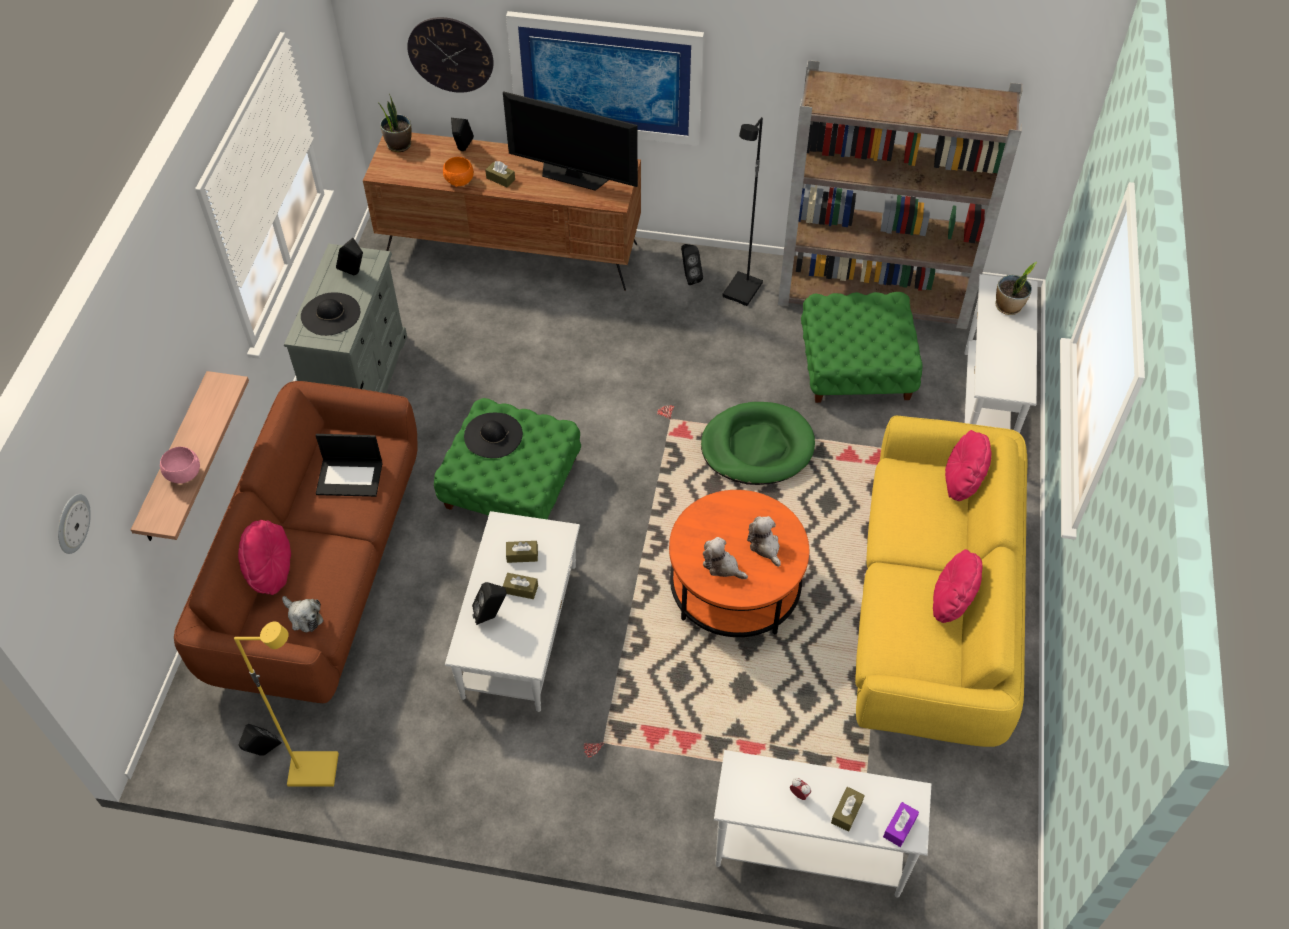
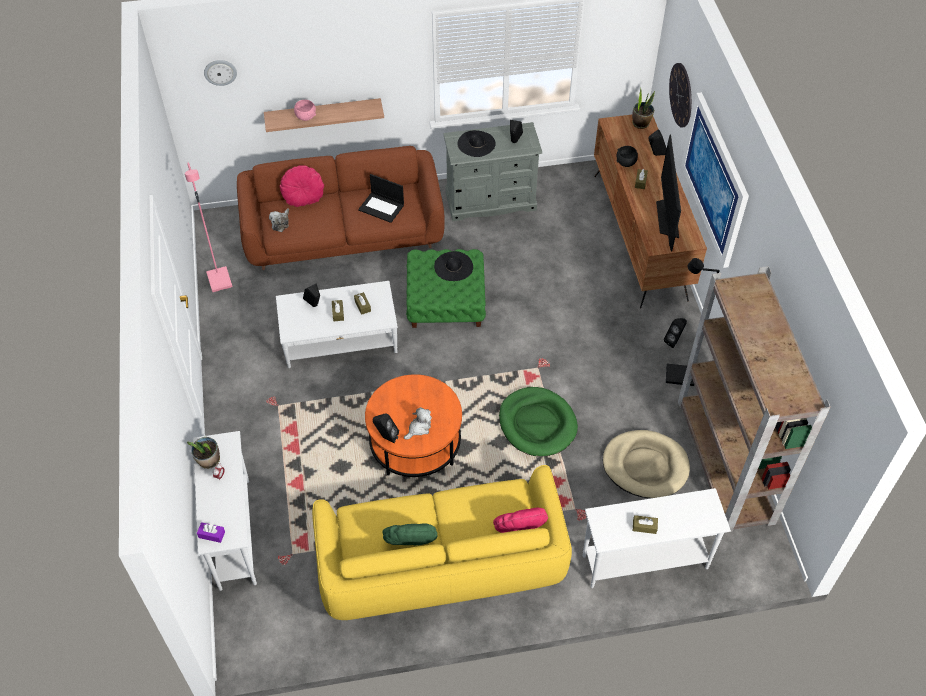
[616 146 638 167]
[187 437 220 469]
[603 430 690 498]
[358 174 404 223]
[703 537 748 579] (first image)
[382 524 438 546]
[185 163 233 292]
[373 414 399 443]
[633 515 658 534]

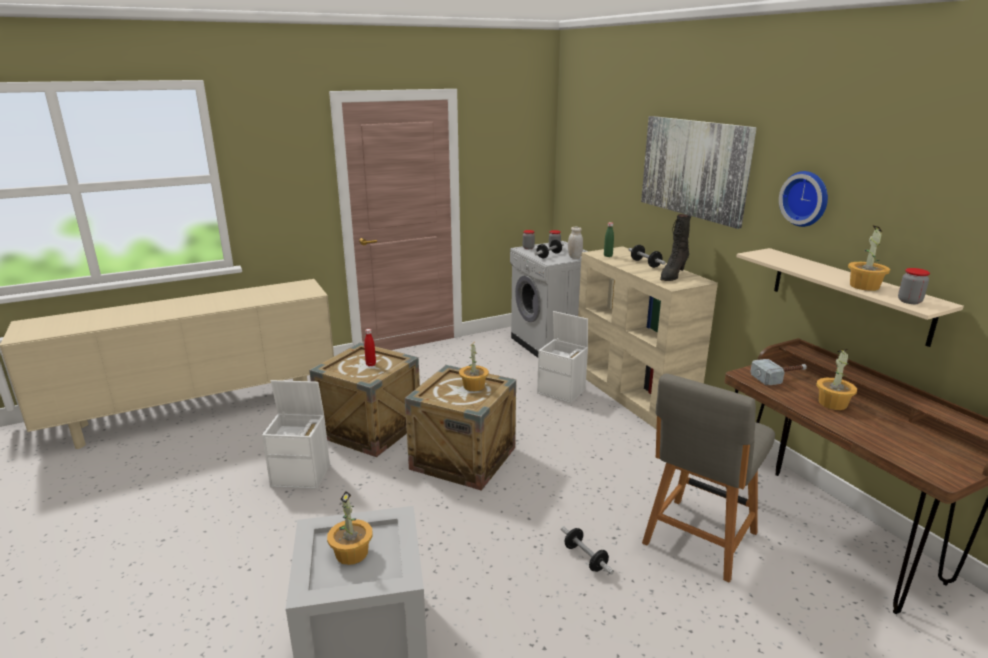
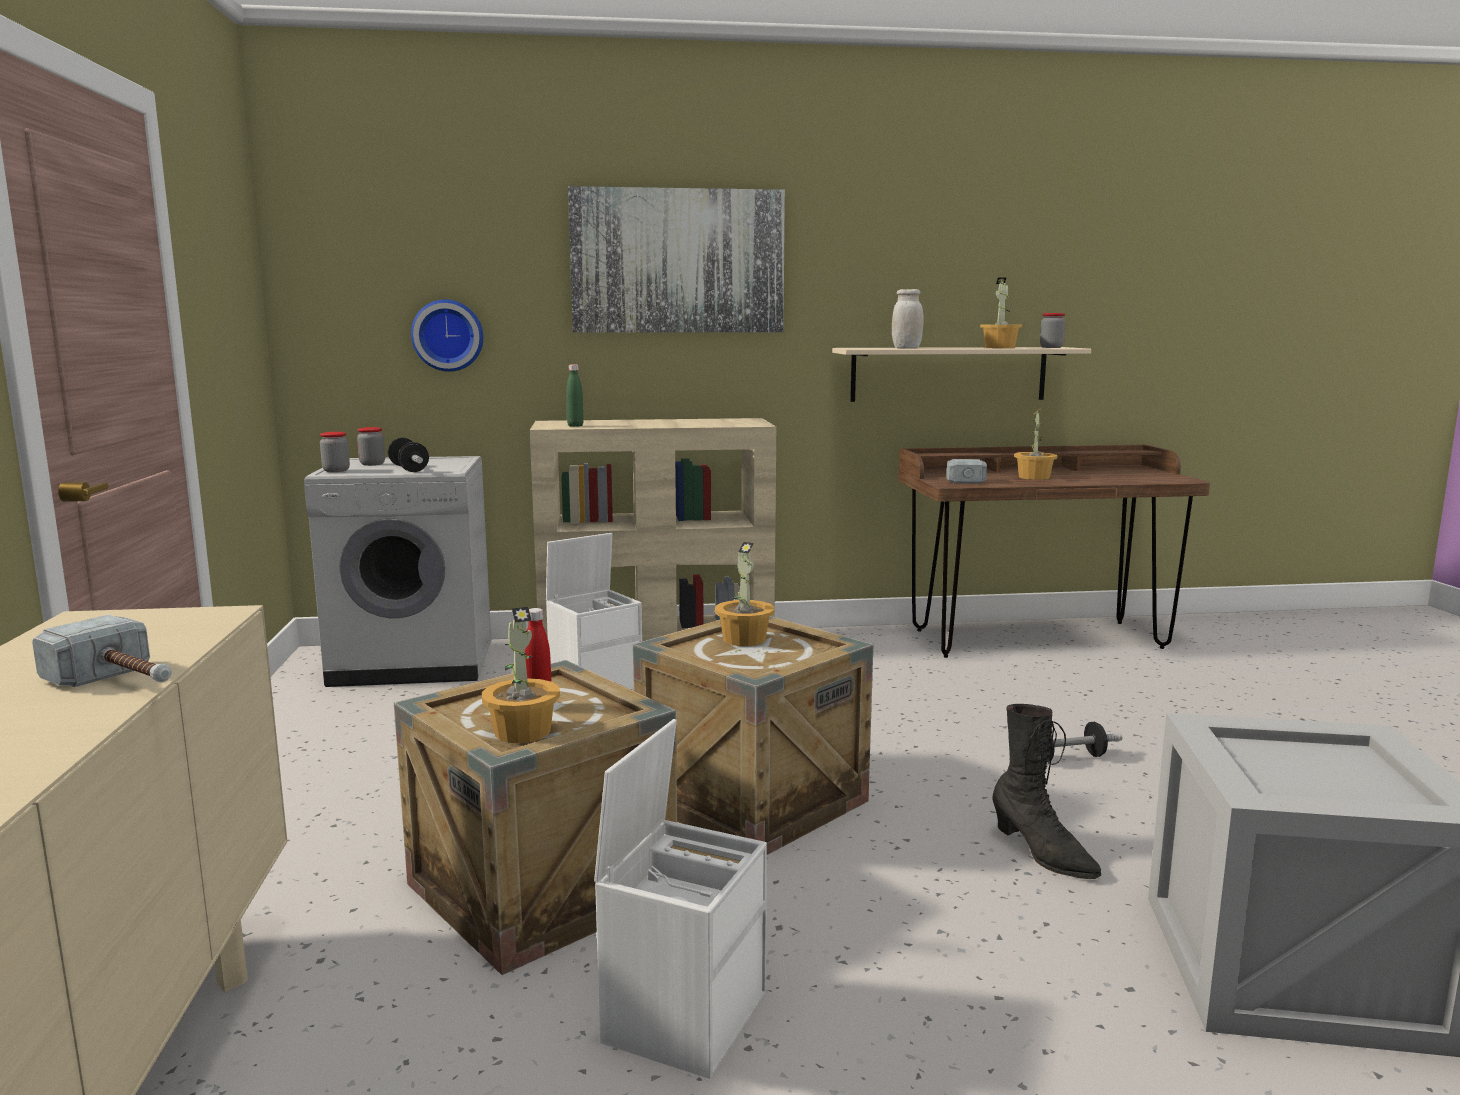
[411 300 483 372]
[992 704 1101 879]
[892 289 924 348]
[629 245 666 268] (first image)
[642 373 775 582] (first image)
[482 607 560 743]
[32 615 172 687]

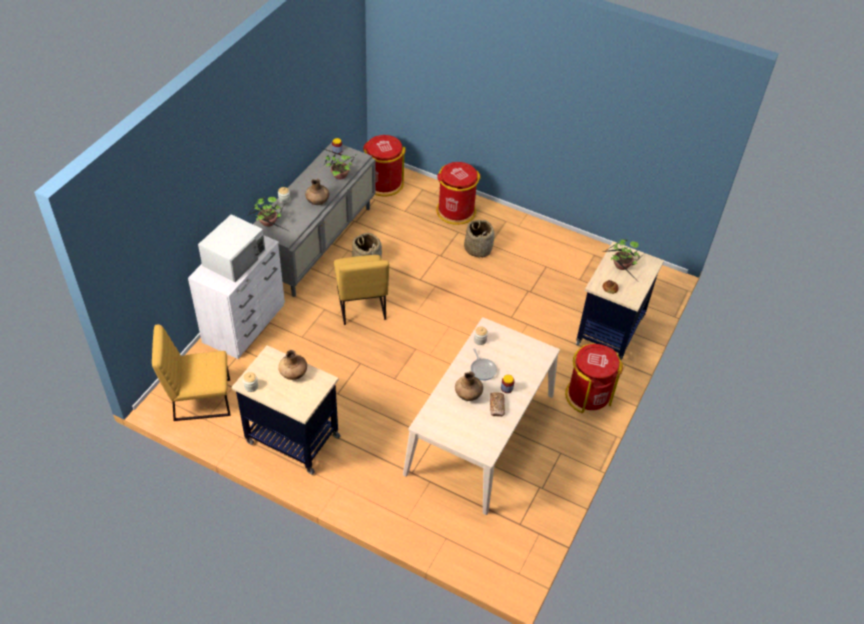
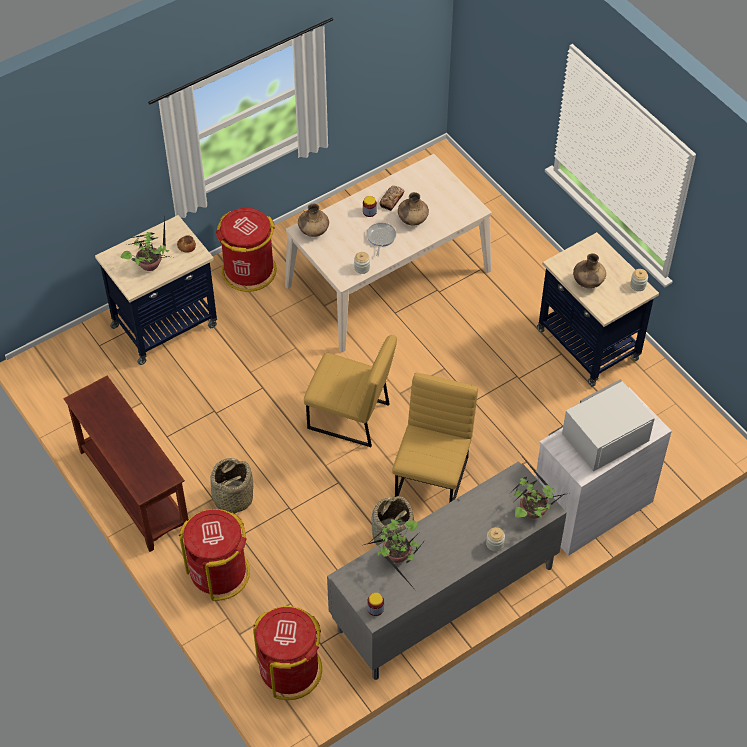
[298 204 329 237]
[304 335 397 447]
[63 376 189 552]

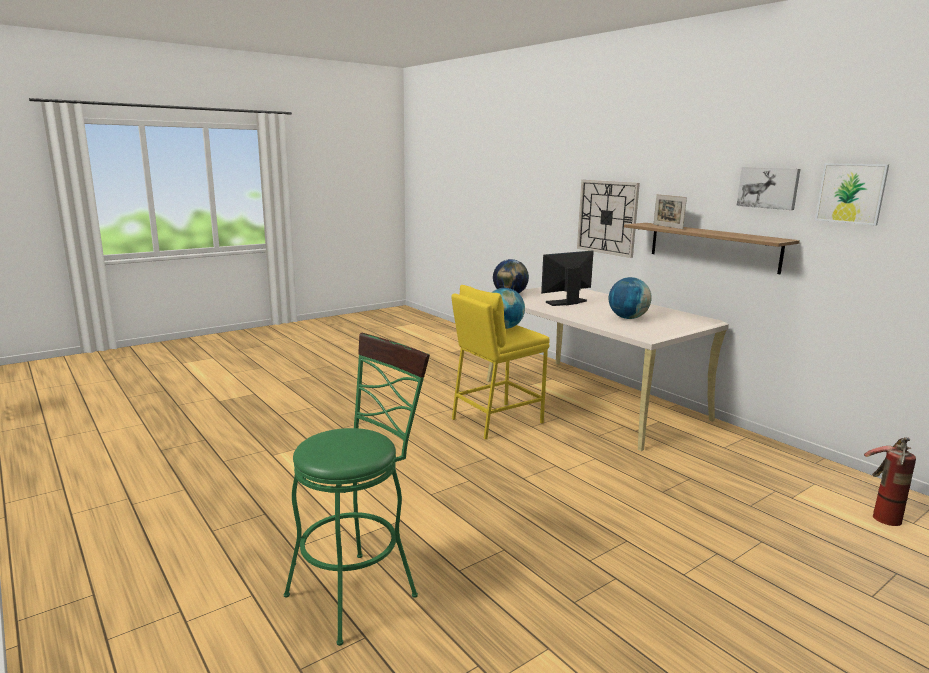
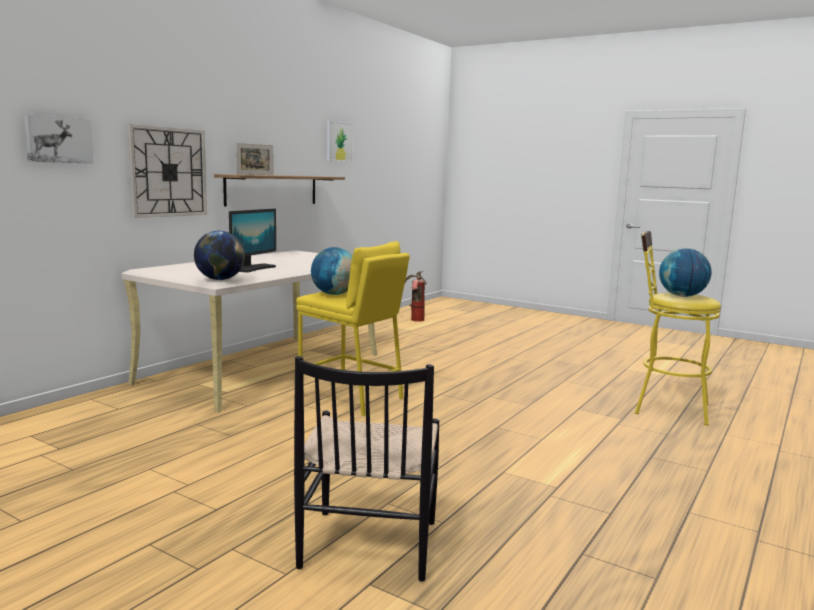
[24 114 94 164]
[229 209 276 273]
[659 248 712 297]
[635 231 721 426]
[294 356 439 582]

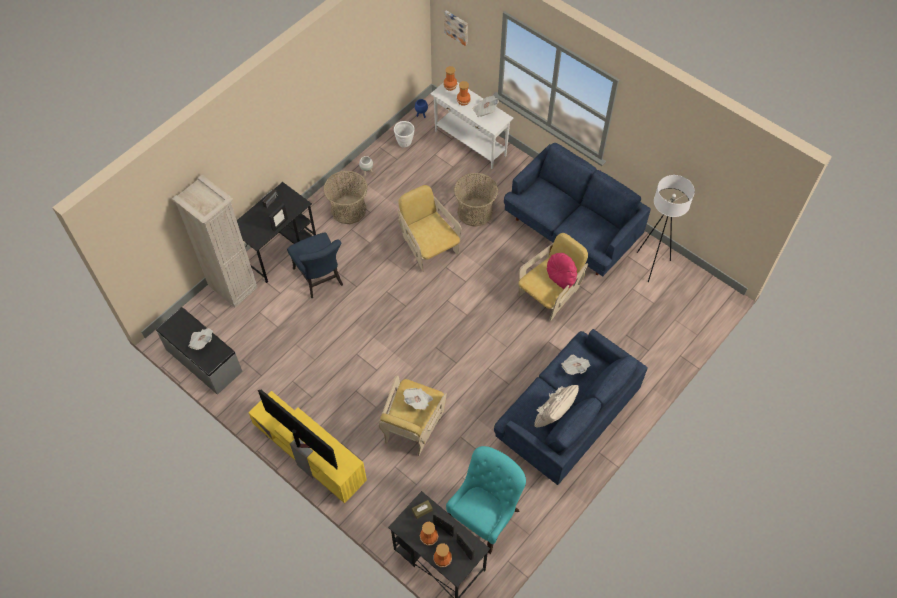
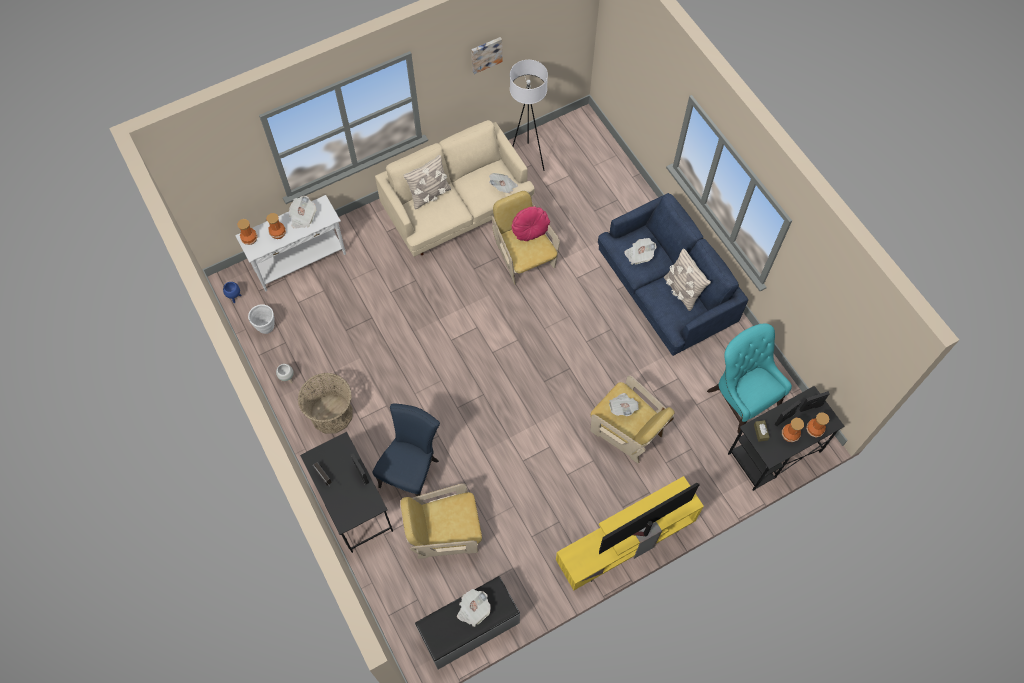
[471 37 503 74]
[375 120 534 257]
[454 173 498 227] (first image)
[172 175 258 307] (first image)
[400 484 482 559]
[372 403 440 496]
[403 155 451 209]
[489 173 518 193]

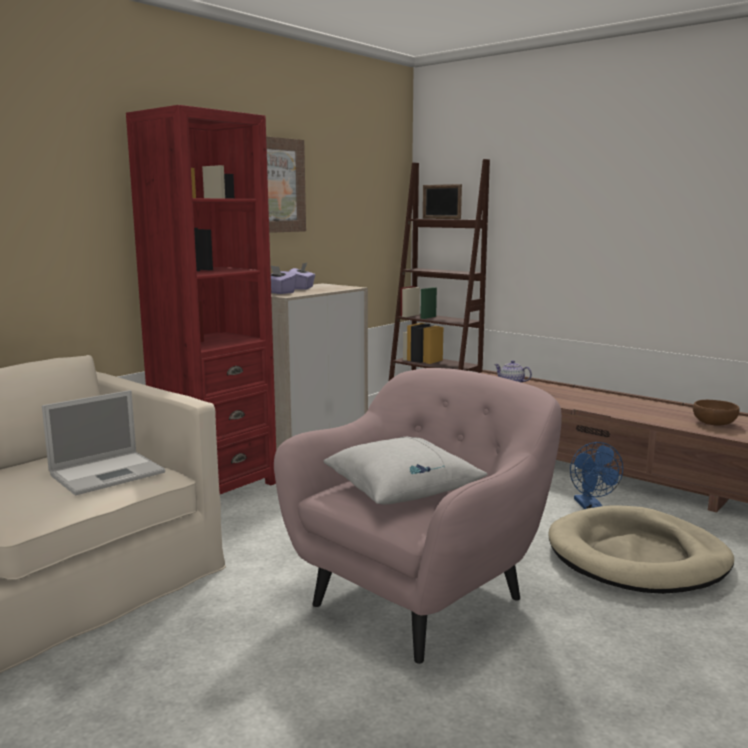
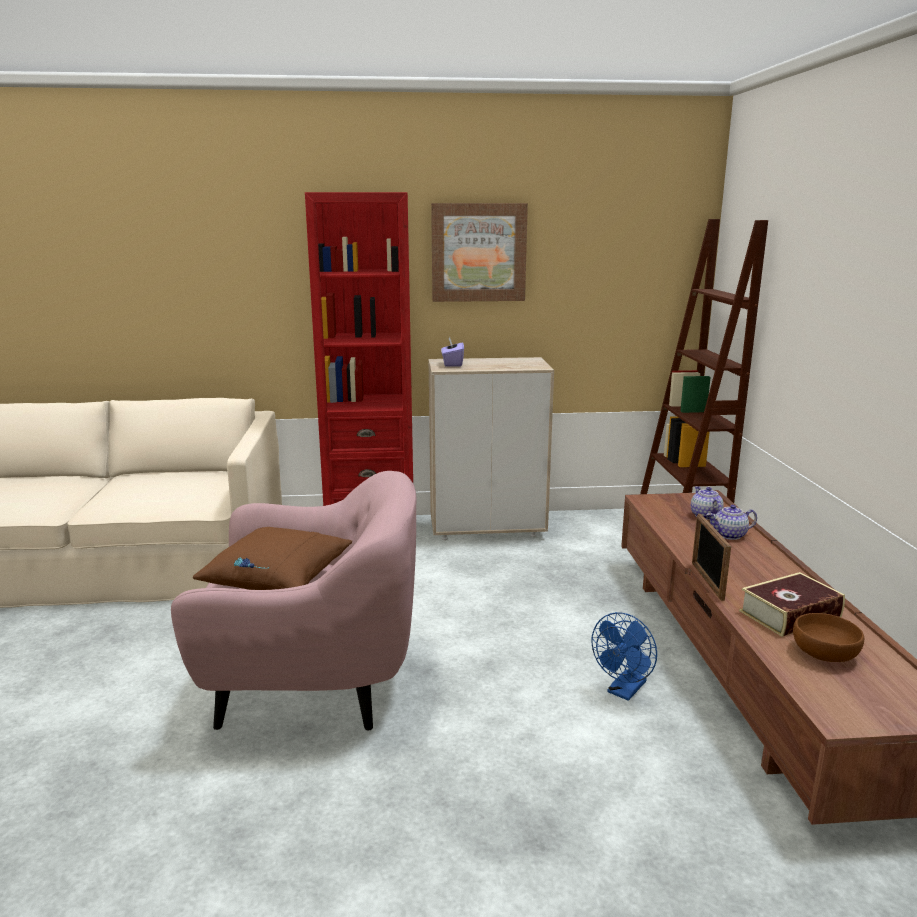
[692 514 731 601]
[289 262 315 290] (first image)
[42 390 165 495] (first image)
[193 527 352 590]
[548 505 734 594] (first image)
[706 505 757 540]
[739 572 845 637]

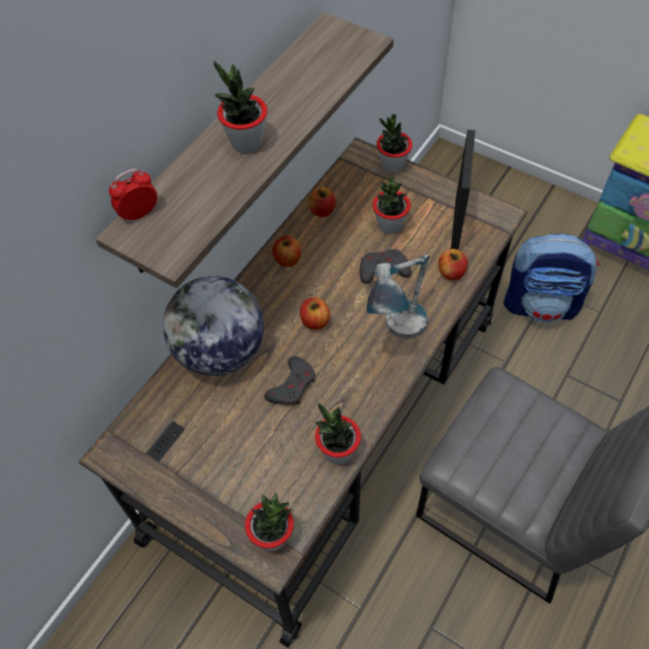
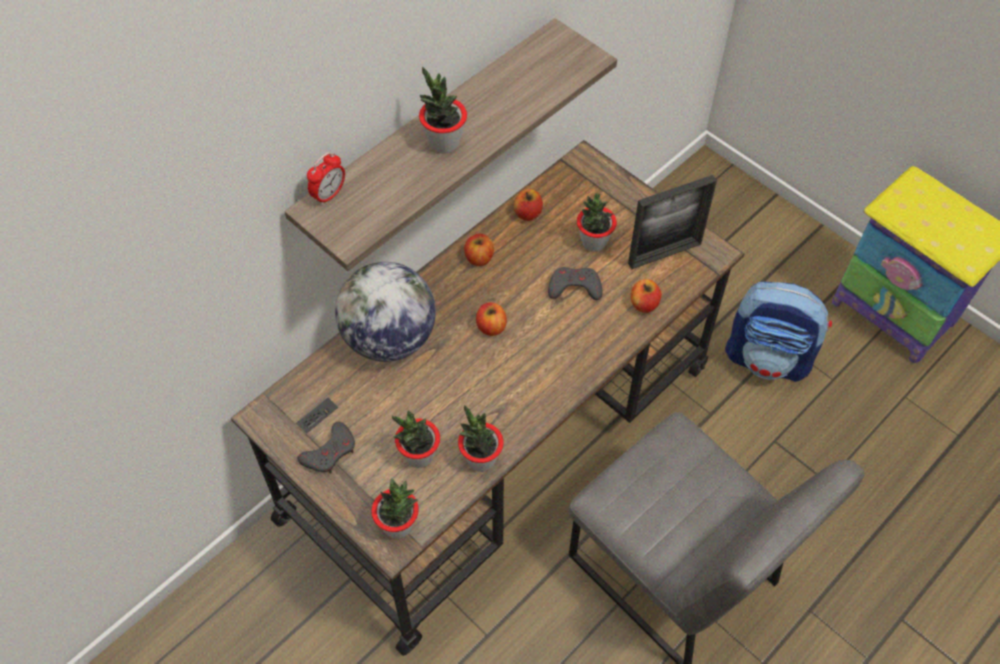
[392 410 440 468]
[628 175 717 269]
[307 152 345 206]
[367 254 430 339] (first image)
[297 422 355 473]

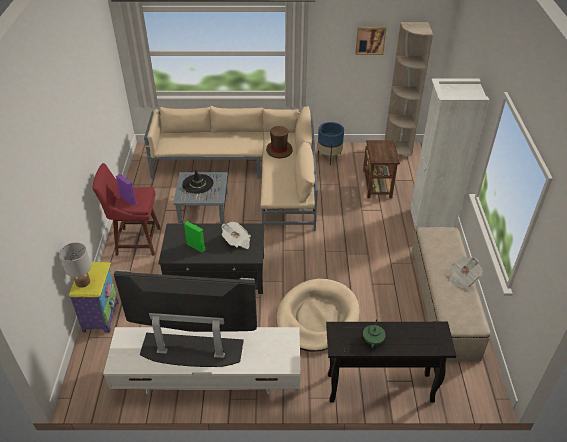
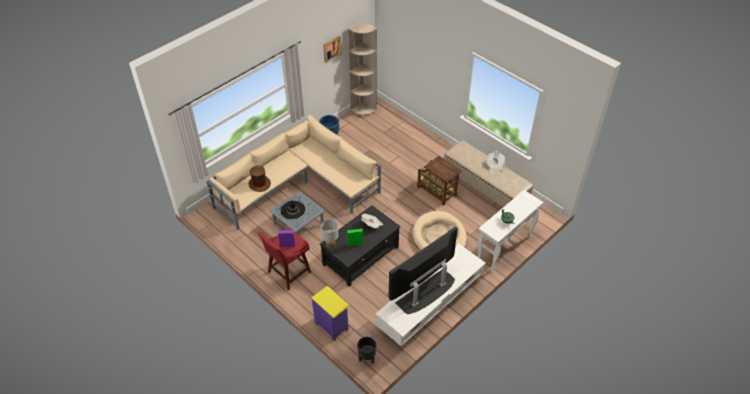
[410 79 489 230] (first image)
[248 166 271 192]
[417 156 462 205]
[321 219 338 248]
[478 190 543 271]
[357 337 376 364]

